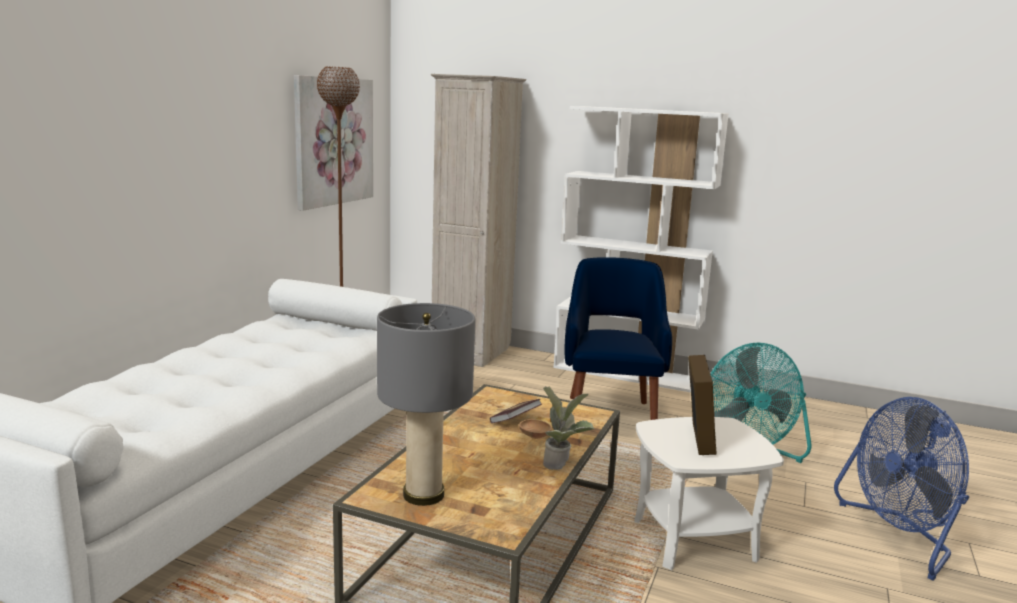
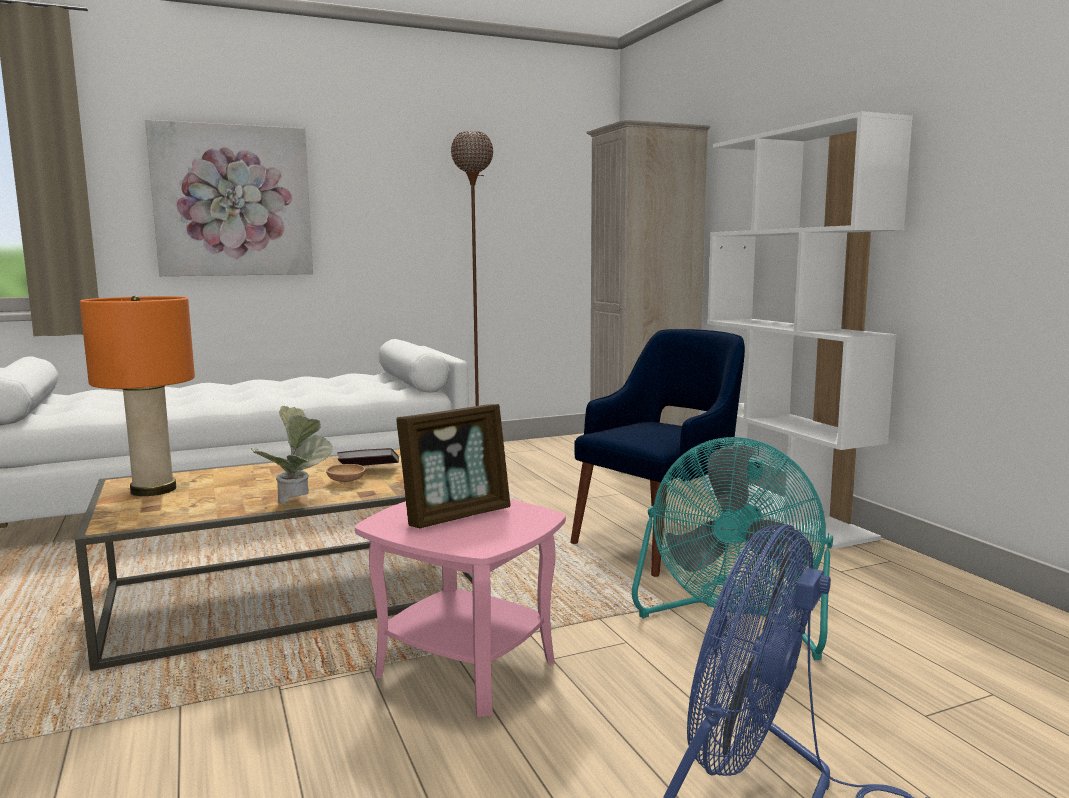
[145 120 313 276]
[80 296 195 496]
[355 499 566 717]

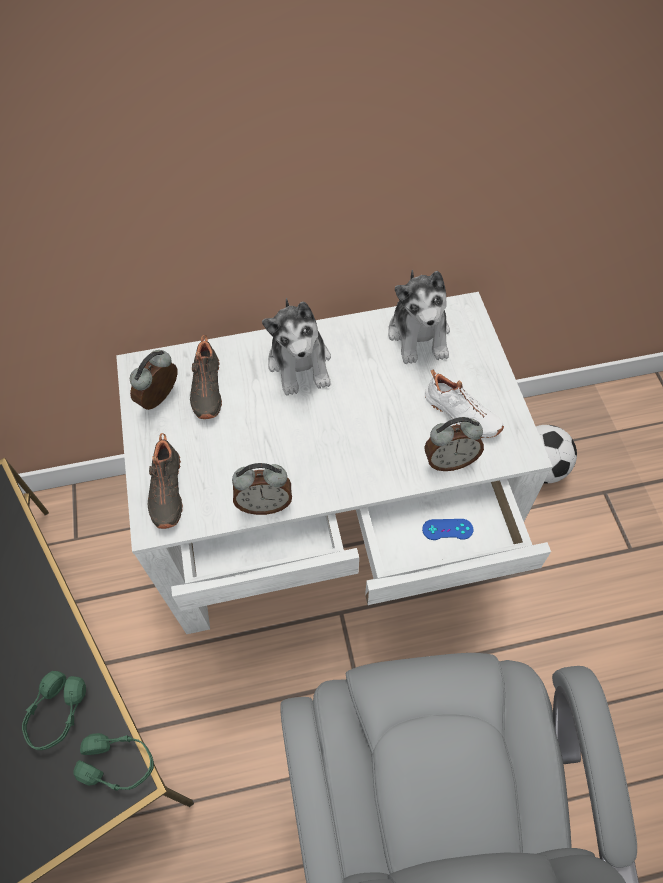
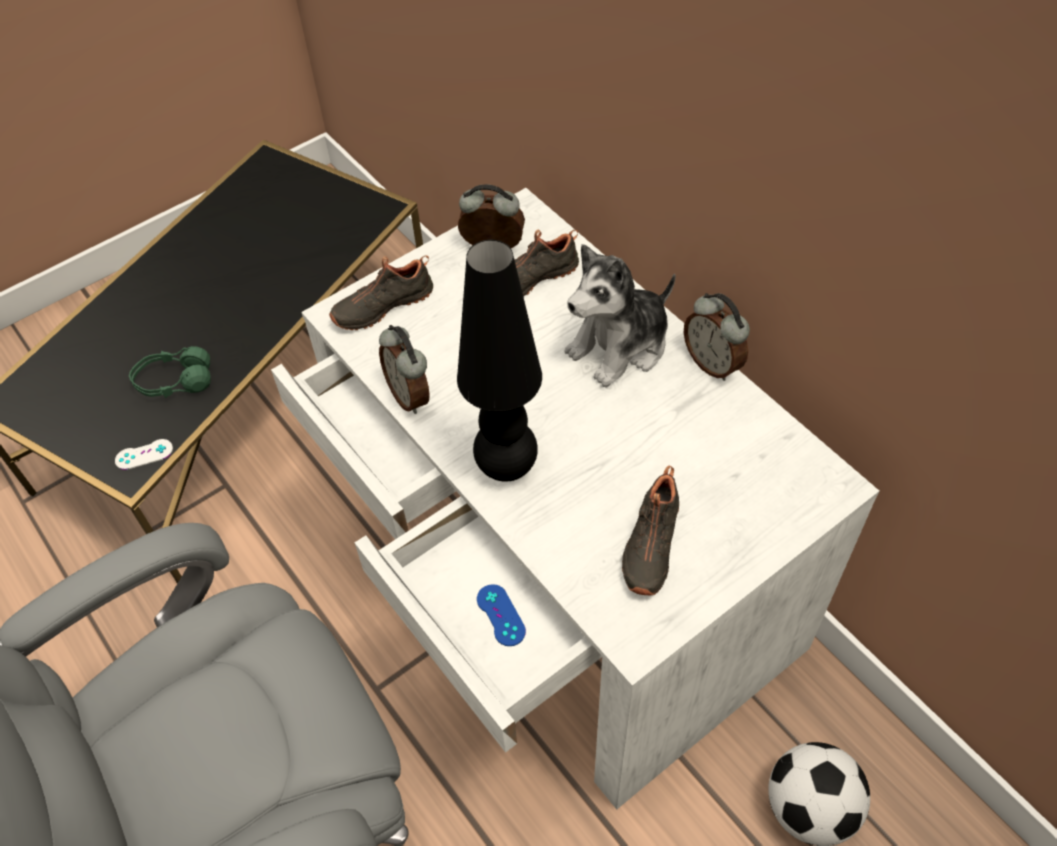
[388 269 450 364] (first image)
[622 465 679 595]
[684 293 750 381]
[115 439 173 470]
[457 240 542 482]

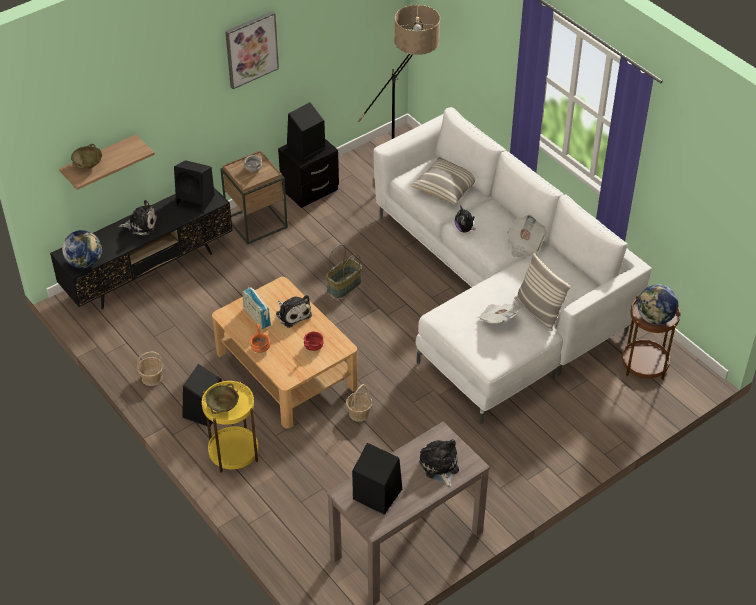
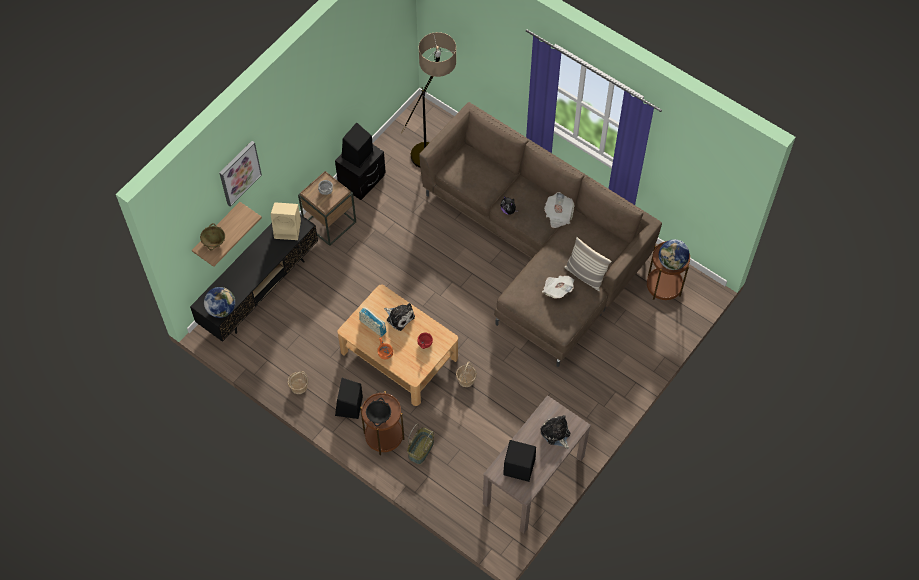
[219 141 262 207]
[419 102 662 367]
[410 157 475 205] (first image)
[271 202 301 240]
[119 200 158 235] (first image)
[407 424 434 464]
[360 391 405 455]
[366 398 391 427]

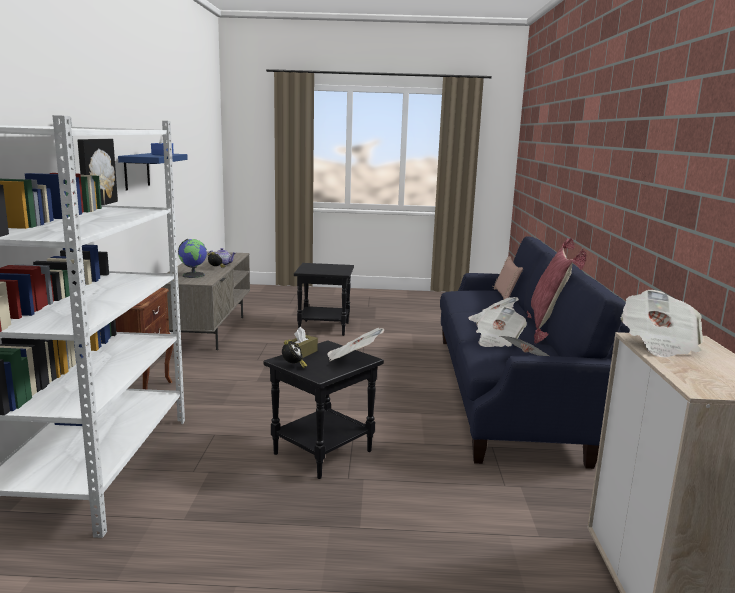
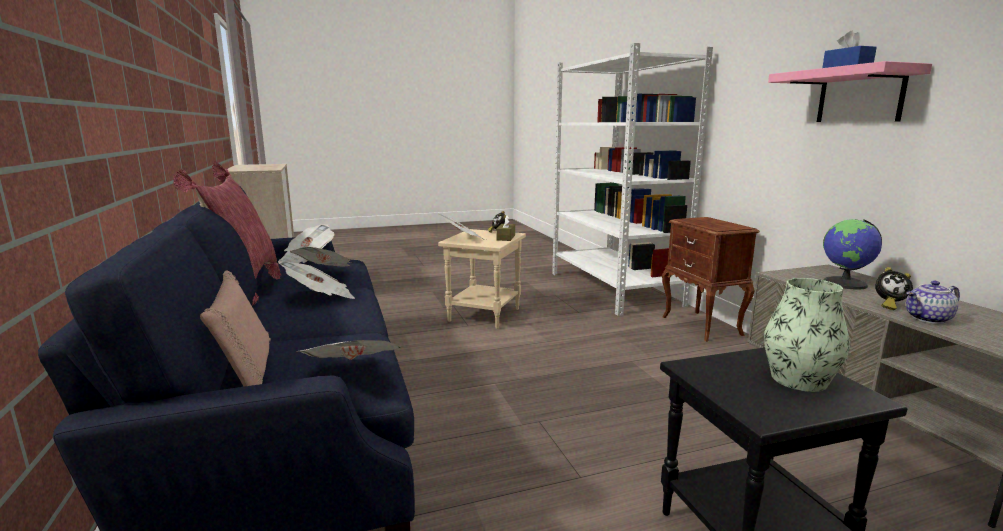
[77 139 118 205] (first image)
[768 61 932 122]
[298 340 400 360]
[438 229 526 329]
[764 278 850 392]

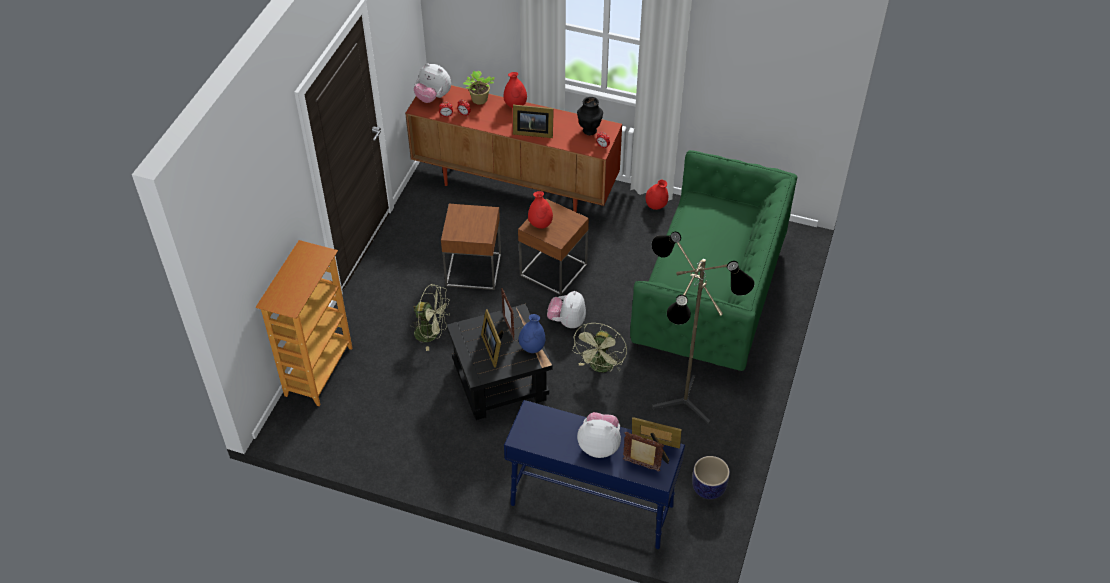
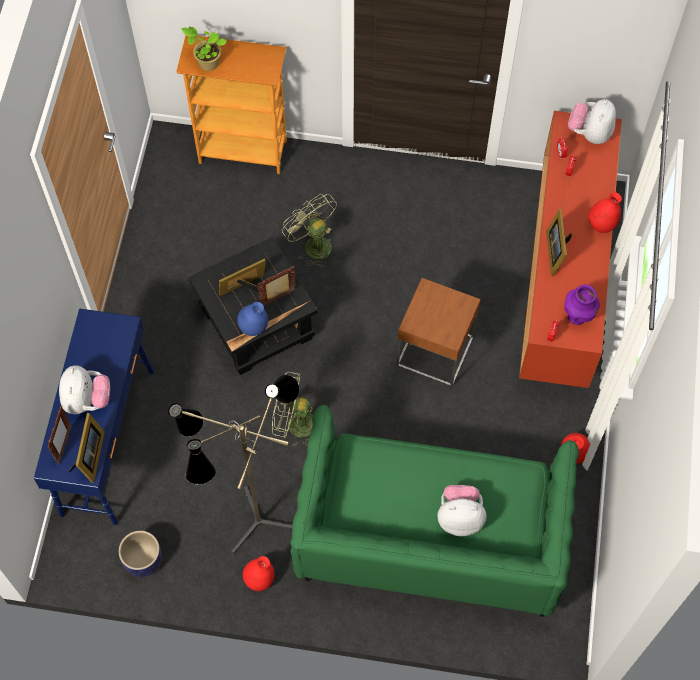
[181 27 227 71]
[564 285 600 325]
[243 556 274 591]
[441 204 501 290] (first image)
[282 194 337 267]
[437 485 486 536]

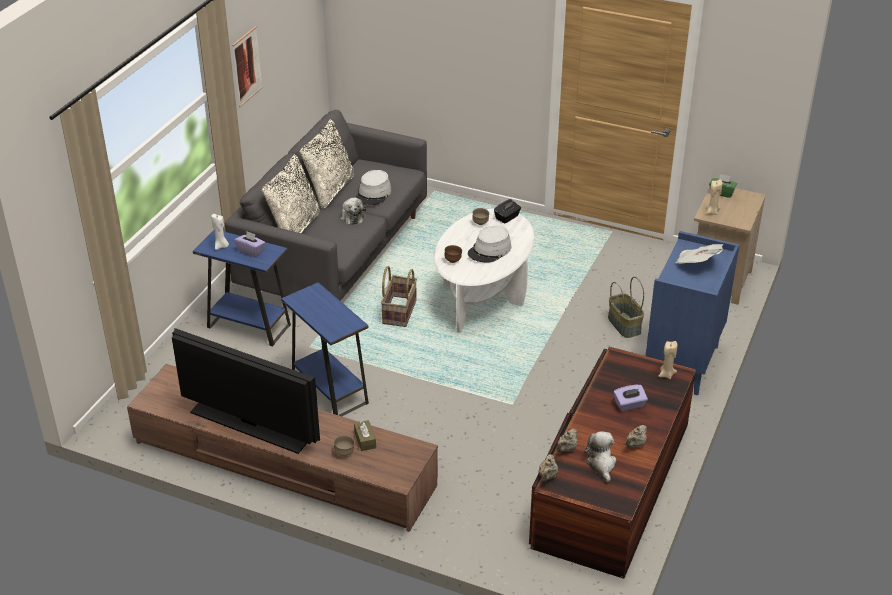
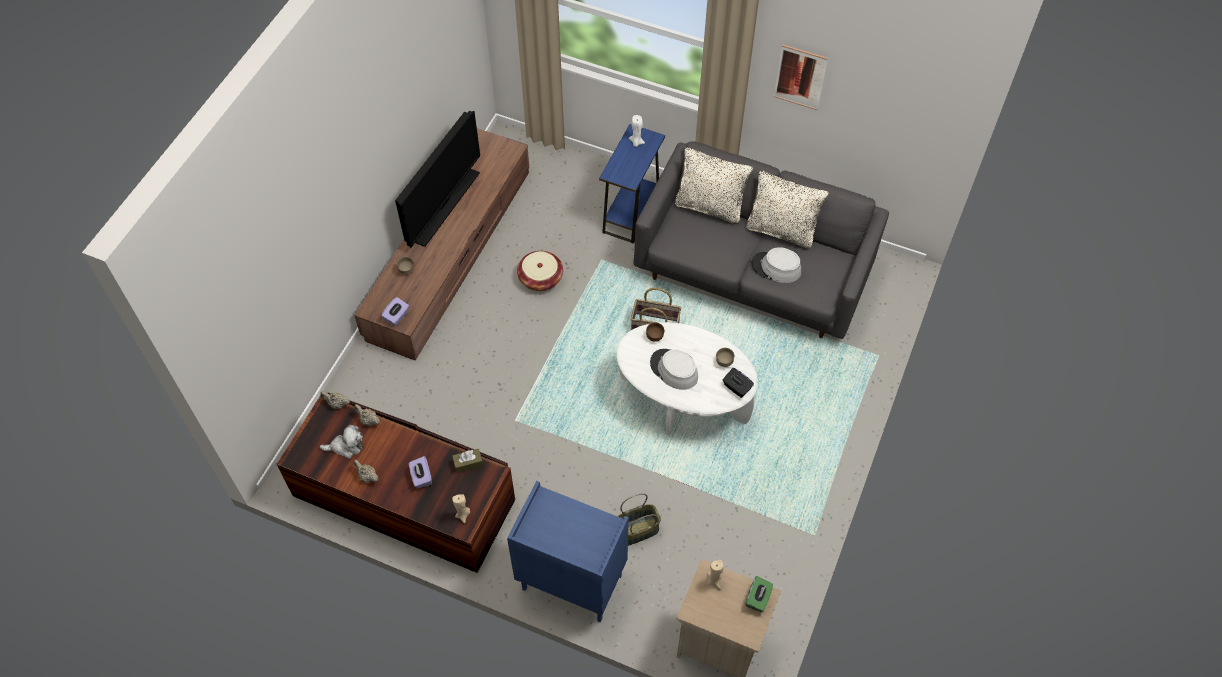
[340 198 366 225] (first image)
[381 297 409 326]
[675 244 723 263] (first image)
[517 251 563 291]
[452 449 483 473]

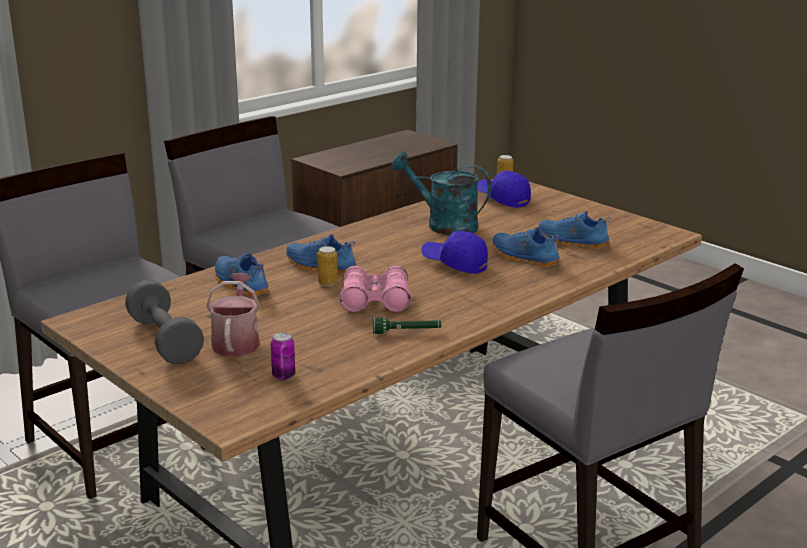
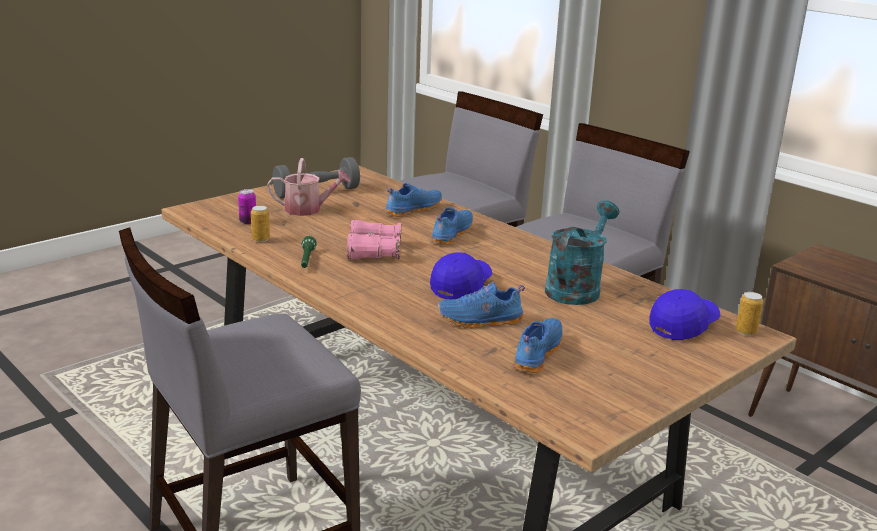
[437 282 525 328]
[251 205 270 242]

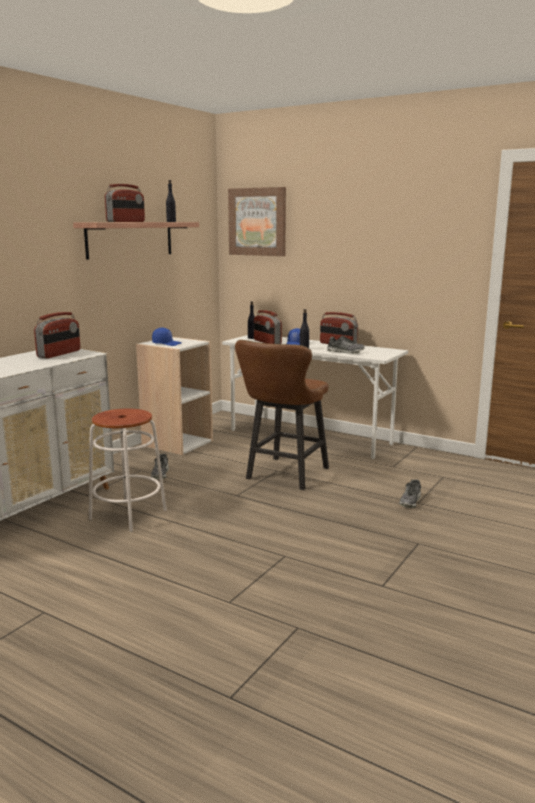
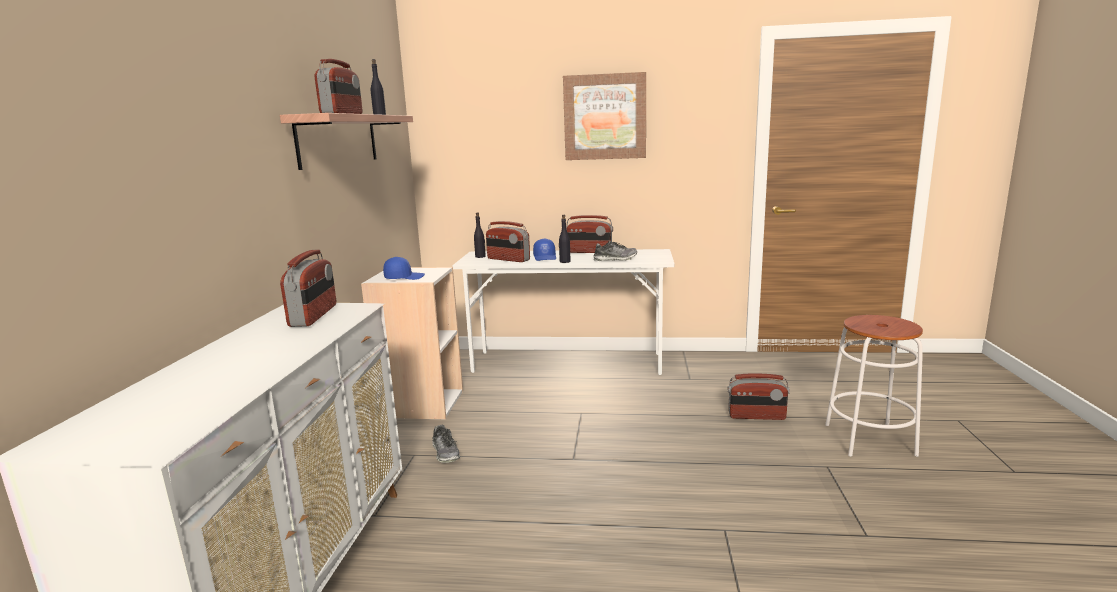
[563 72 646 160]
[235 340 329 490] (first image)
[825 315 923 457]
[728 373 790 420]

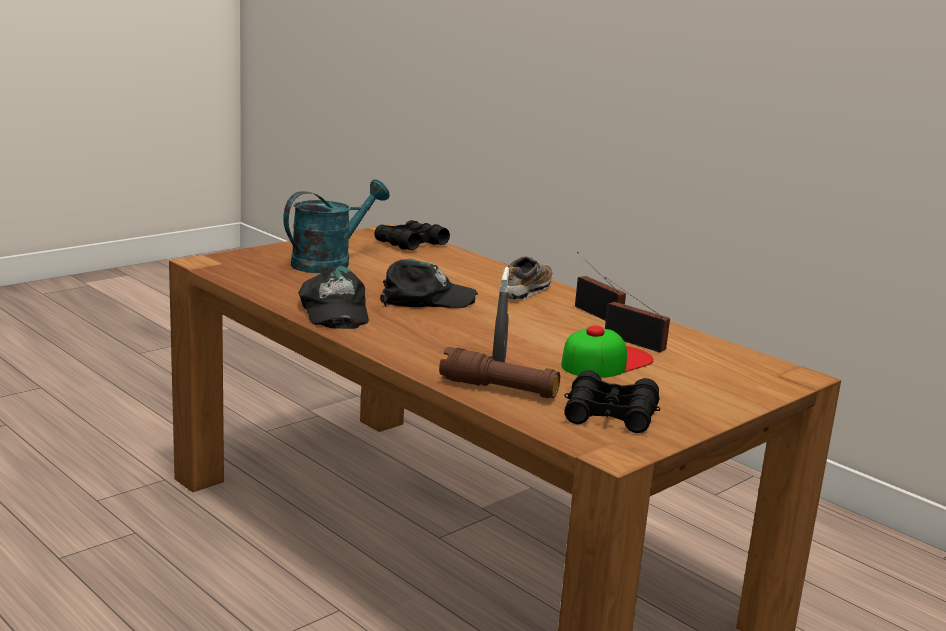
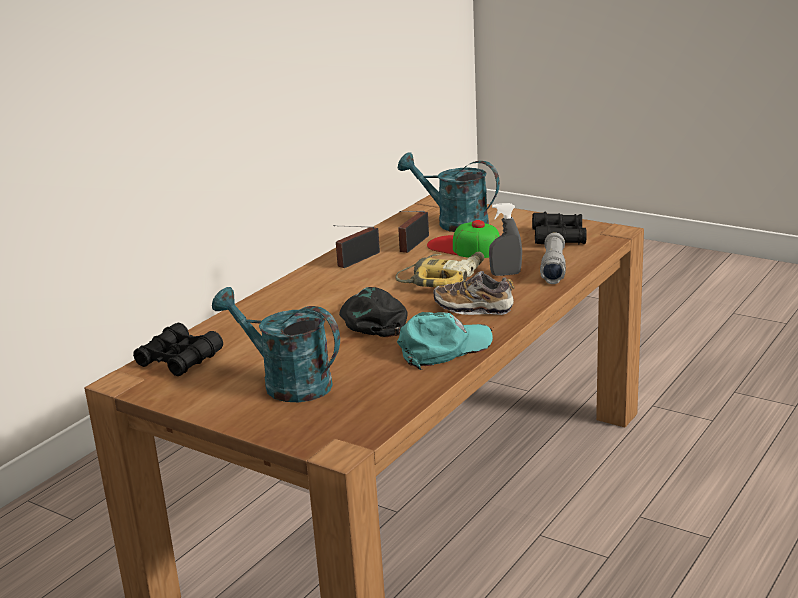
[433 271 515 315]
[397 312 493 370]
[540 233 566 284]
[398 152 500 232]
[395 252 484 287]

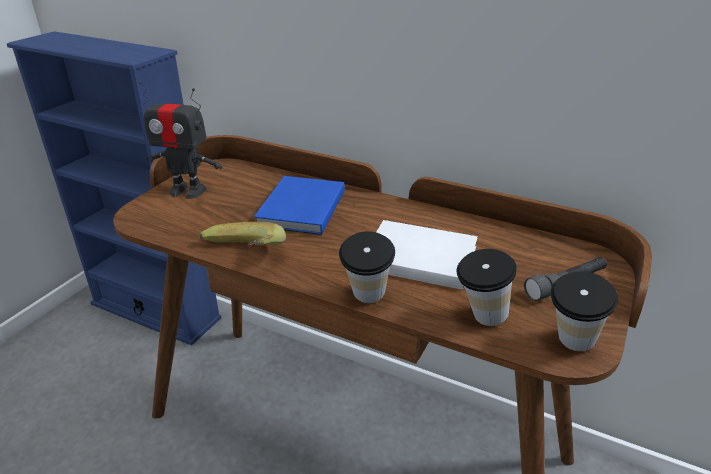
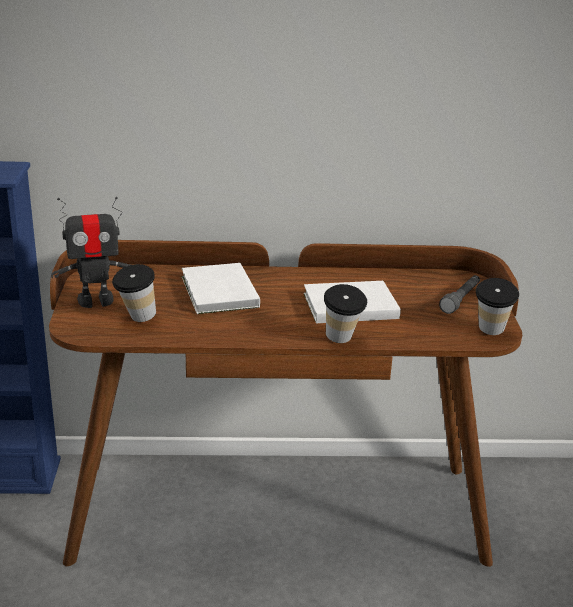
[182 263 260 314]
[199 222 286 246] (first image)
[112 264 156 322]

